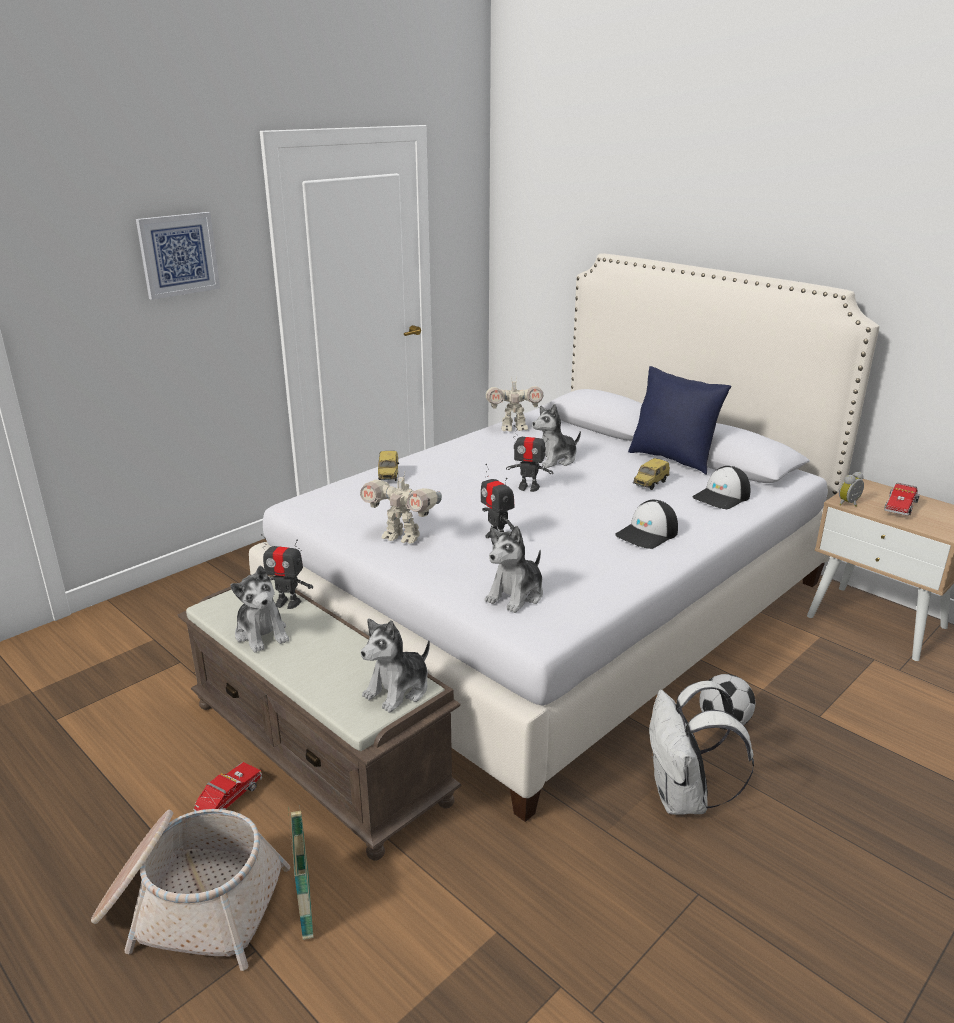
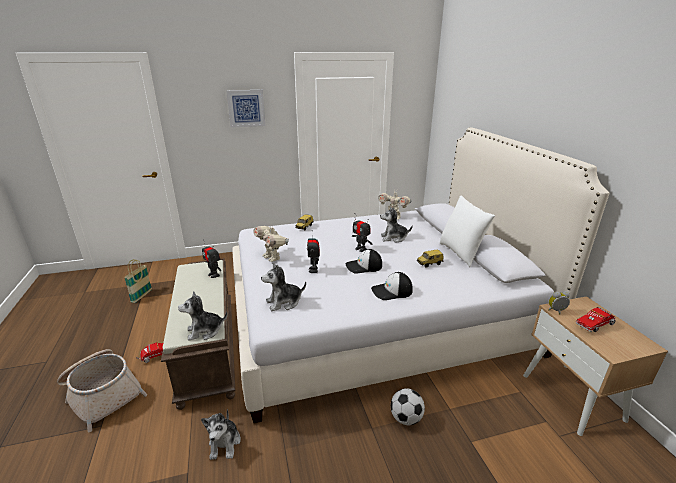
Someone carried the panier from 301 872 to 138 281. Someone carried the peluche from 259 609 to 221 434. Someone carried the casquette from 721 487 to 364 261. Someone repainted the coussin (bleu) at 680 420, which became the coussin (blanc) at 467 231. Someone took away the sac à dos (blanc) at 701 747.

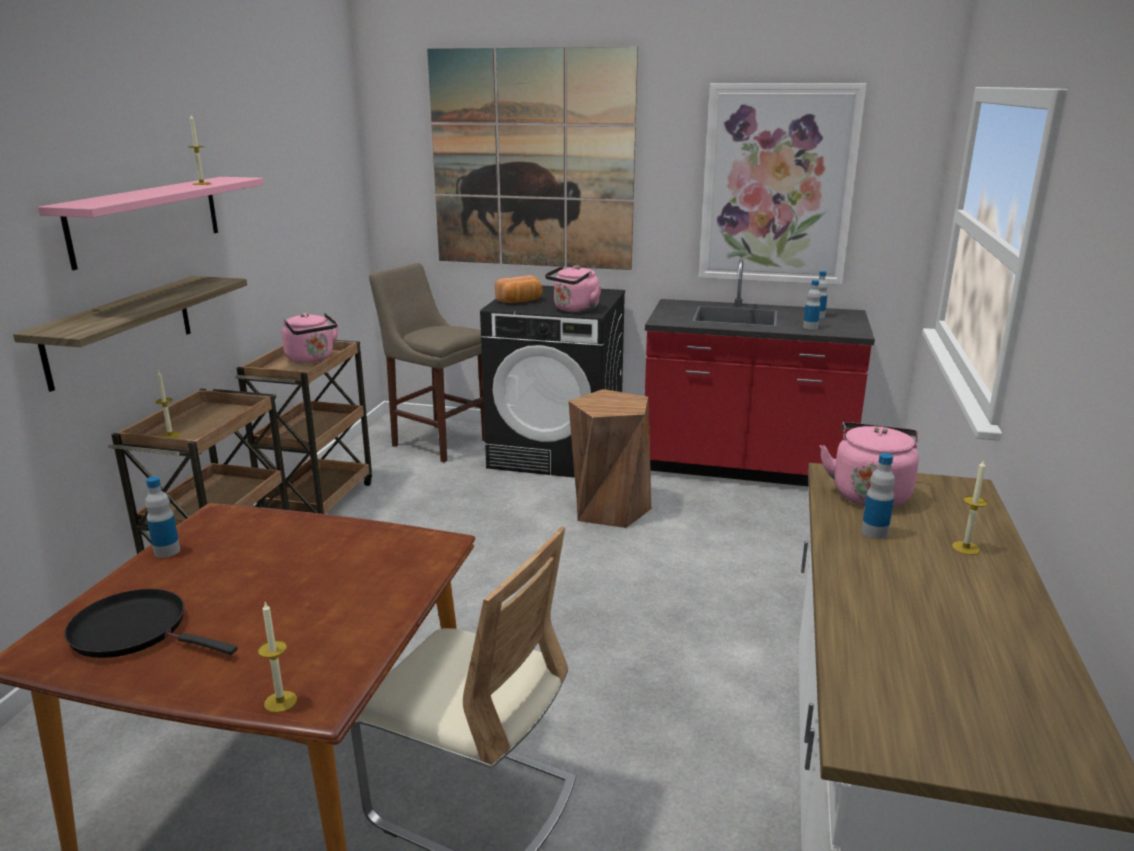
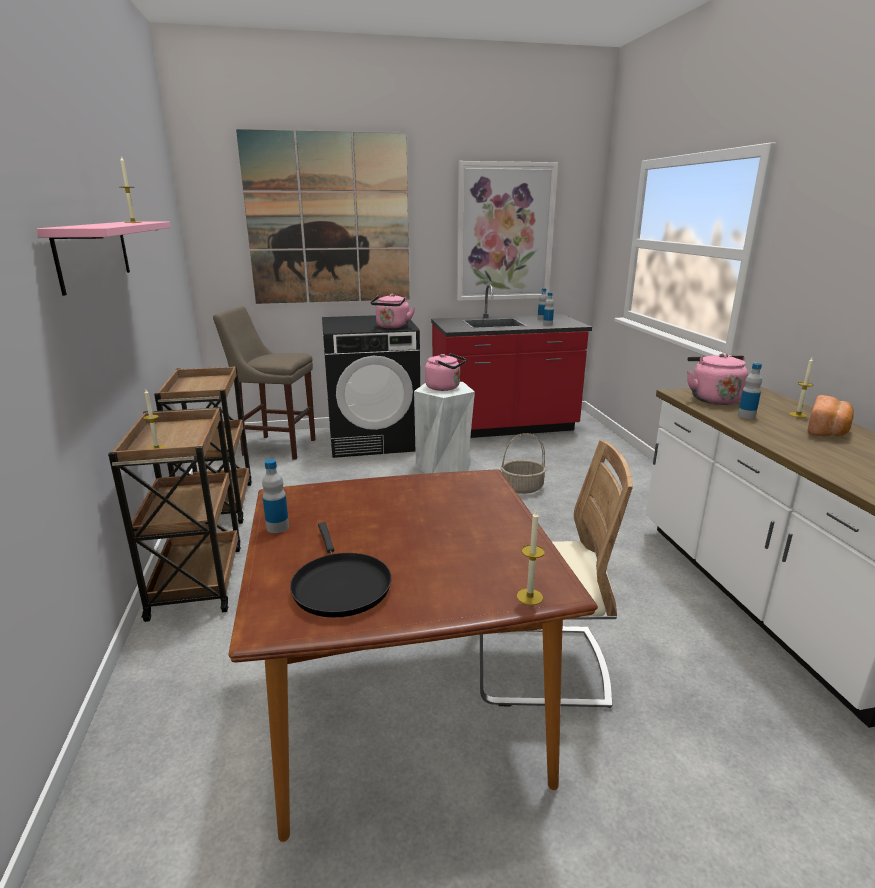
Someone rotated the poêle (noir) at 151 623 by 105 degrees counterclockwise. Someone repainted the tabouret (marron) at 610 458, which became the tabouret (blanc) at 444 428. Someone carried the bouilloire (rose) from 310 338 to 446 372. Someone put down the panier at 523 463. Someone carried the pain from 518 289 to 831 415. Someone took away the étagère at 130 334.

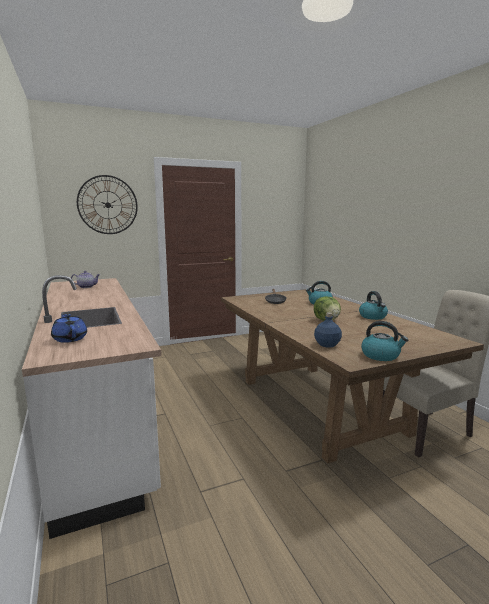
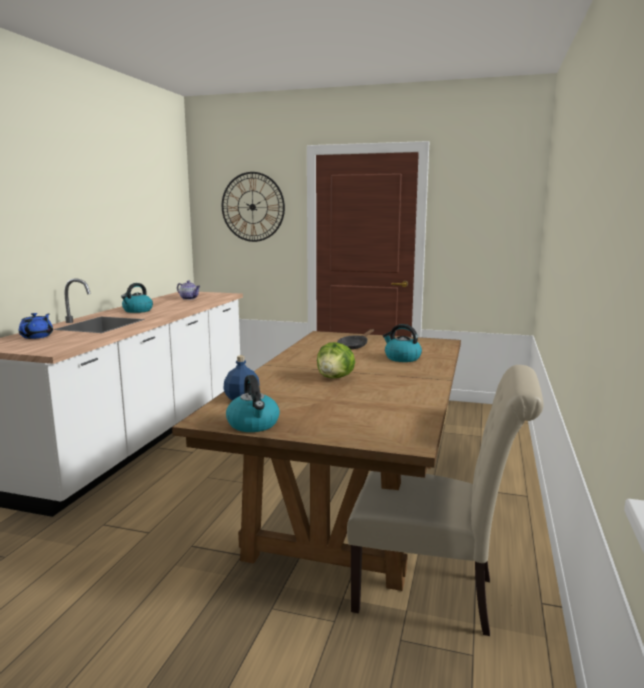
Someone carried the bouilloire from 373 305 to 137 298.

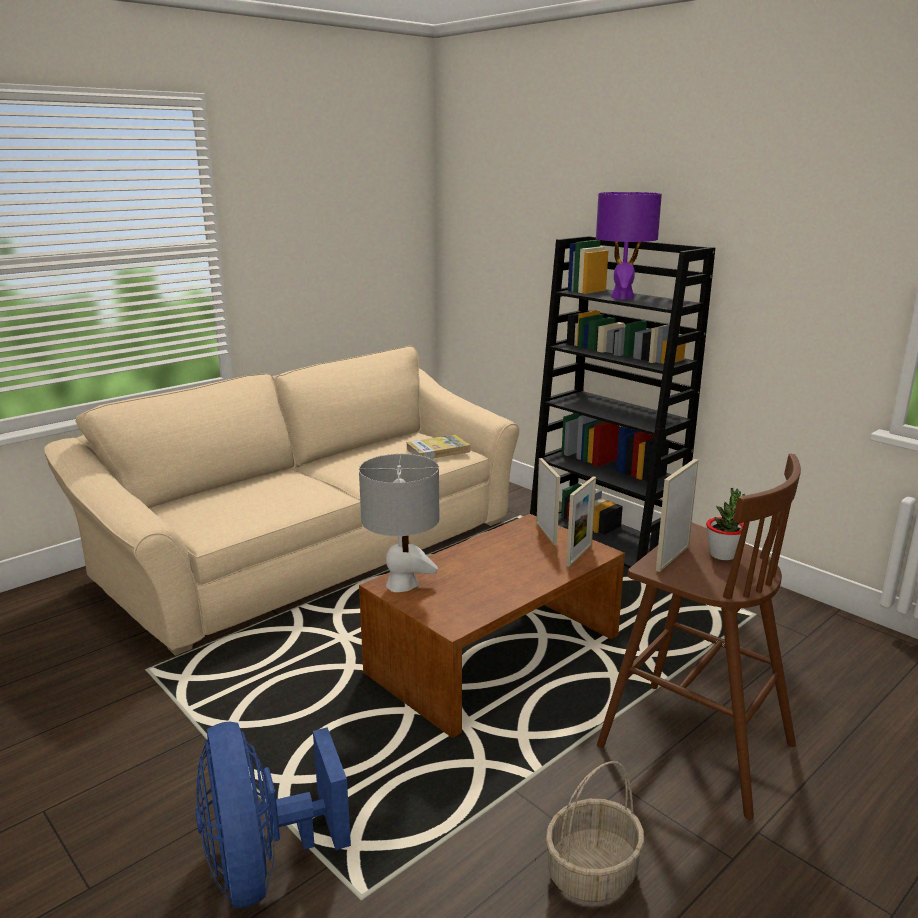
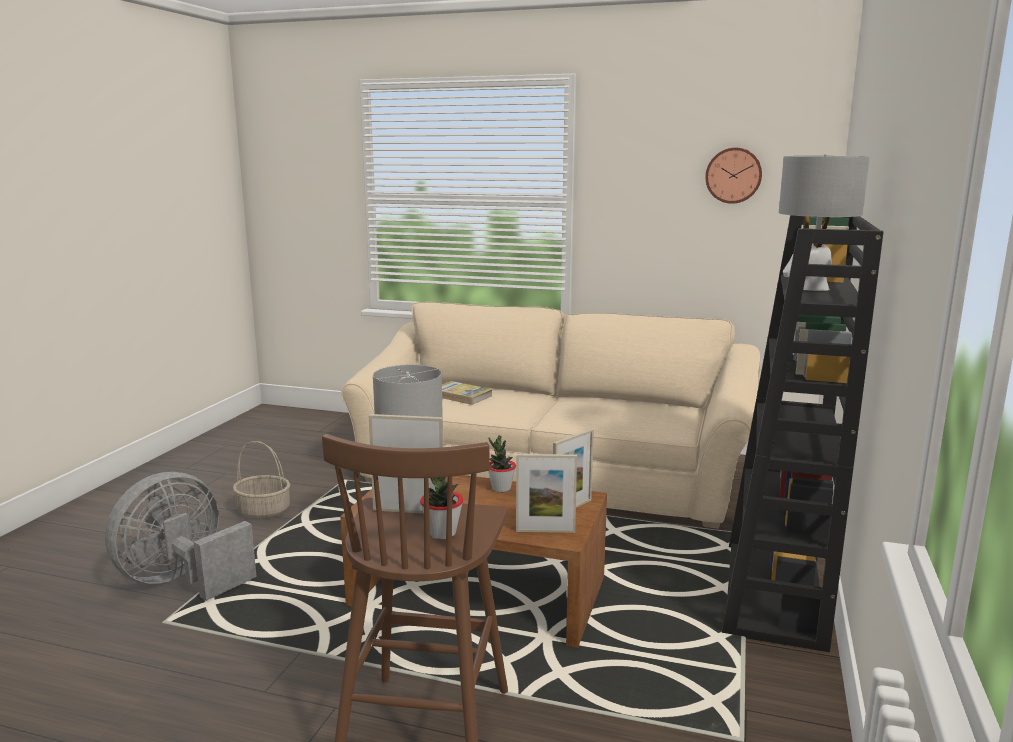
Someone repainted the ventilateur (bleu) at 273 815, which became the ventilateur (gris) at 181 536. Someone carried the panier from 595 831 to 261 480. Someone carried the livre from 438 447 to 467 393. Someone put down the plante en pot at 502 464. Someone put up the horloge murale at 733 176. Someone repainted the lampe de table (violet) at 629 246, which became the lampe de table (gris) at 824 223.

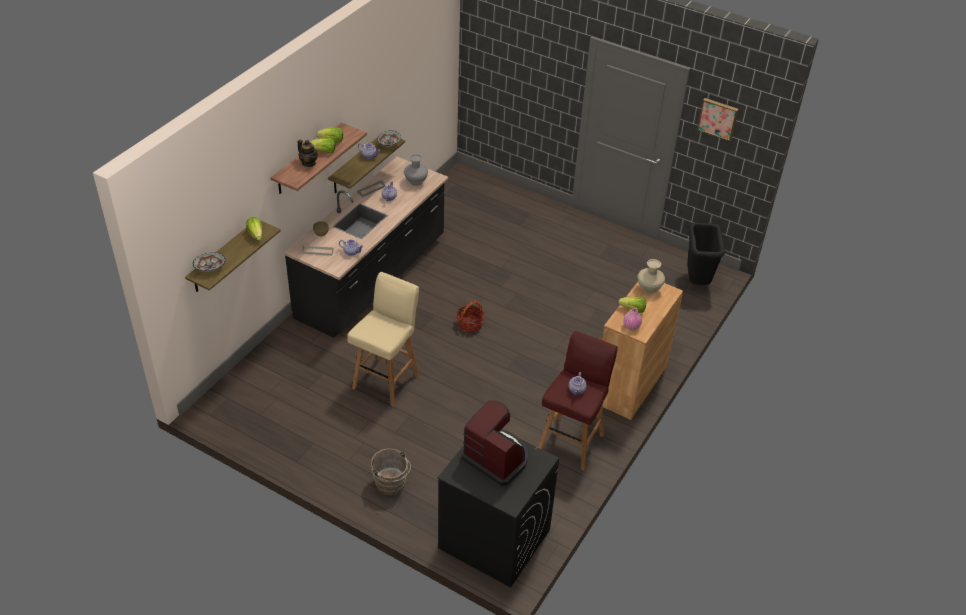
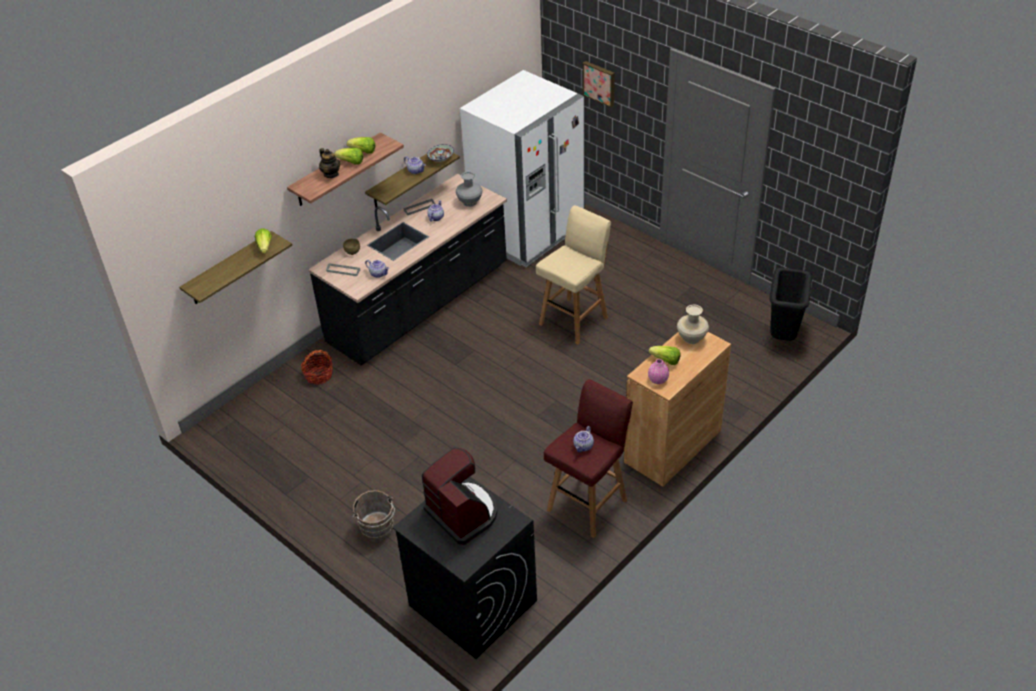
Someone carried the panier from 470 316 to 317 367. Someone put down the réfrigérateur (blanc) at 522 168. Someone carried the tabouret (beige) from 383 339 to 573 275. Someone carried the tableau from 718 119 to 599 84. Someone took away the bol at 209 262.

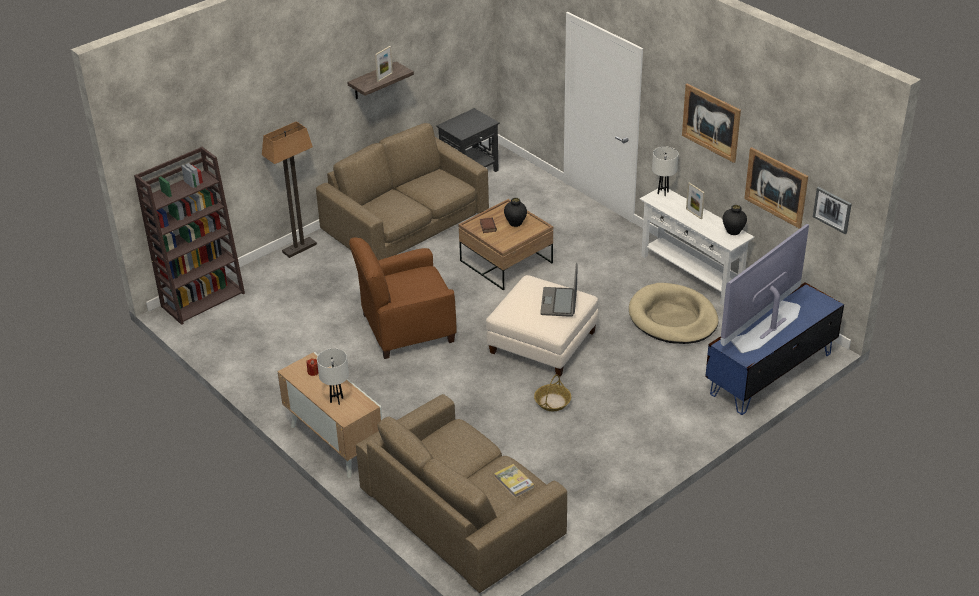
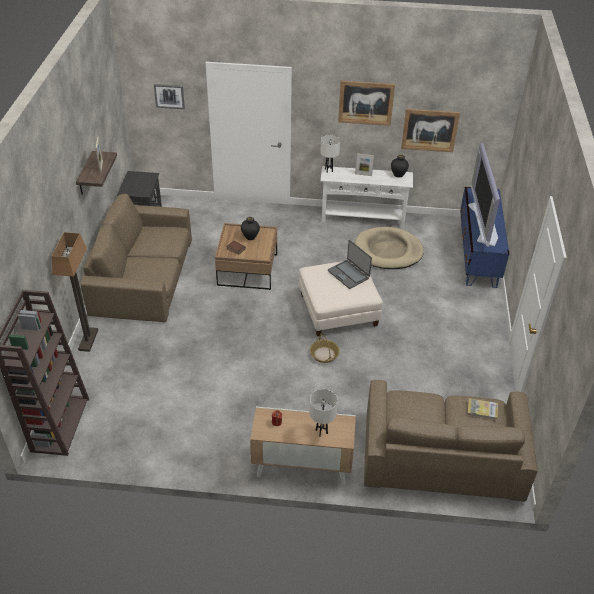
Someone carried the tableau from 832 210 to 169 96. Someone carried the panier from 552 392 to 325 348. Someone took away the fauteuil (marron) at 403 298.

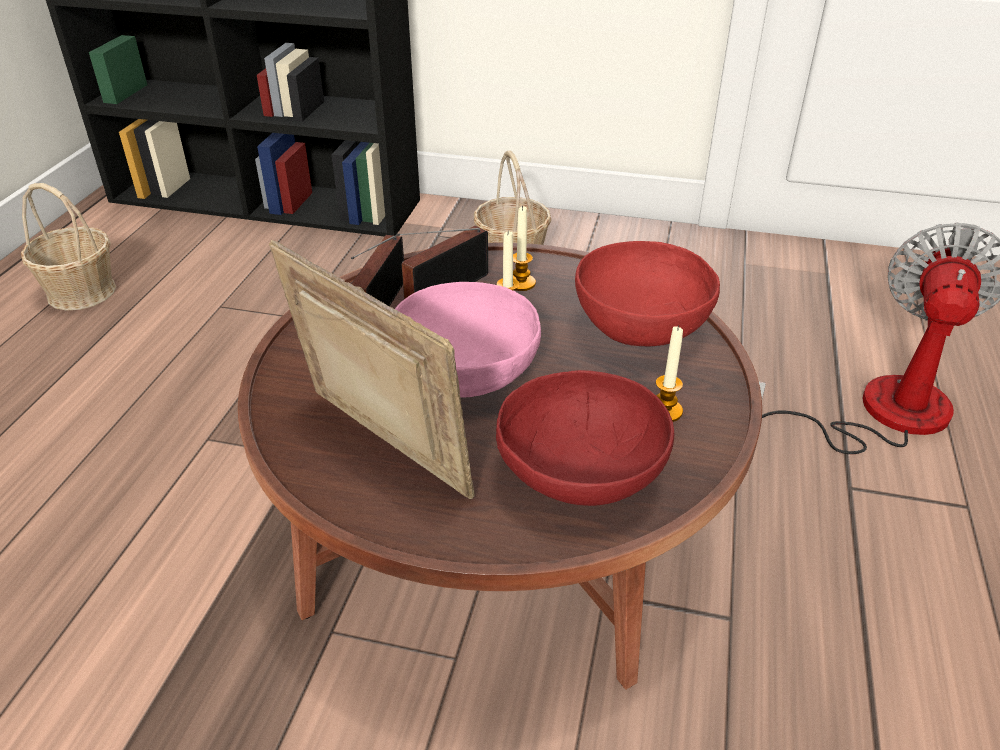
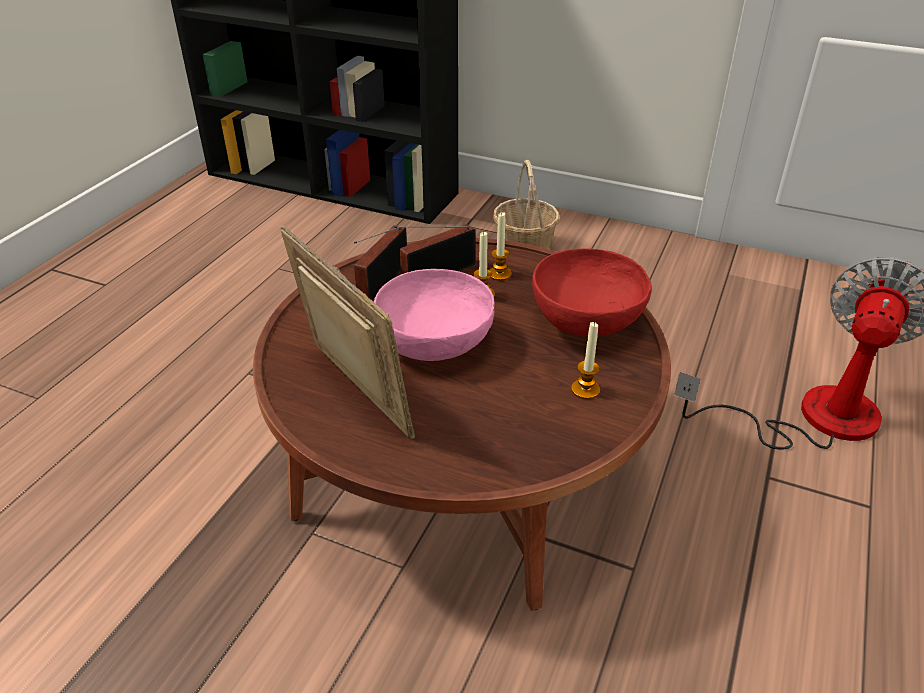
Someone took away the panier at 68 247. Someone took away the bol (rouge) at 585 438.

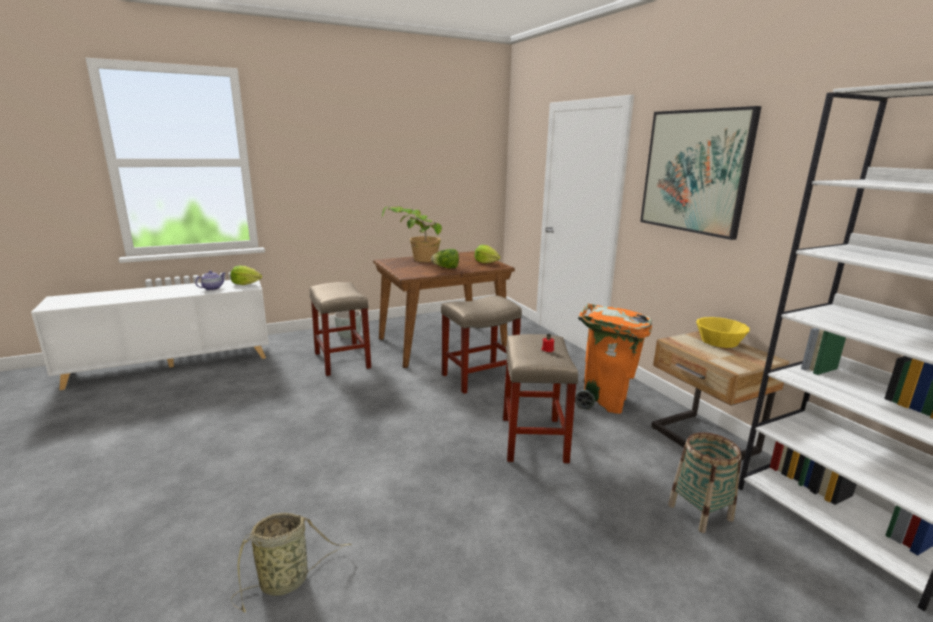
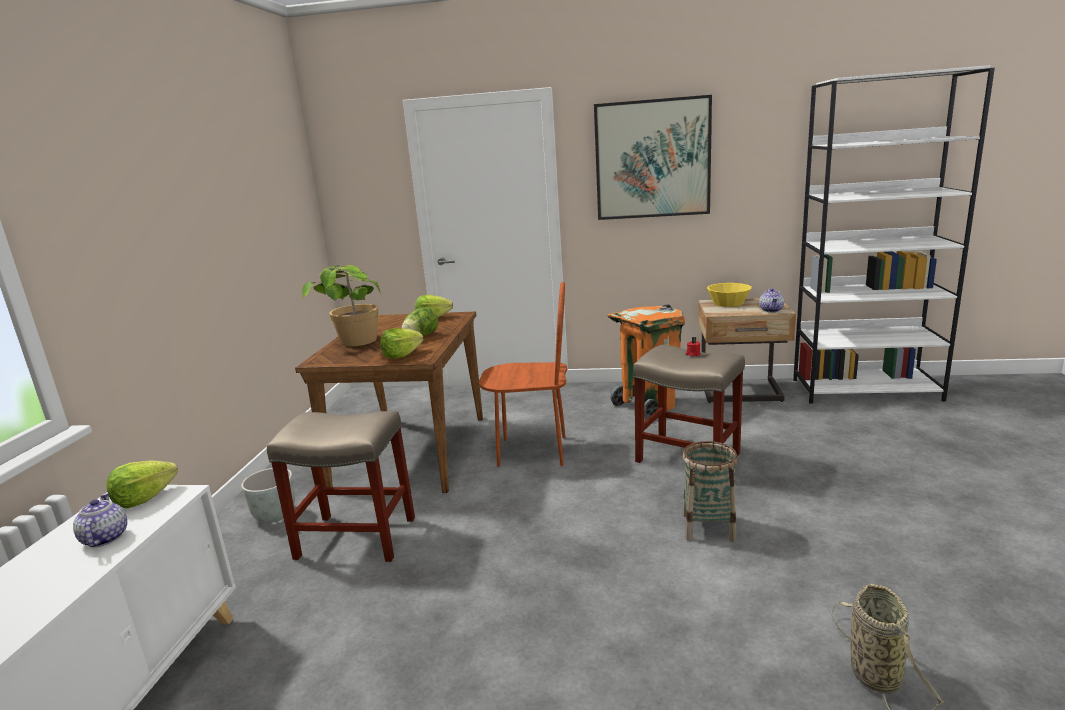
Someone put down the laitue at 402 343. Someone swapped the tabouret (beige) at 481 344 for the chaise (marron) at 523 374. Someone carried the panier from 705 482 to 710 491. Someone put down the théière at 771 300.

